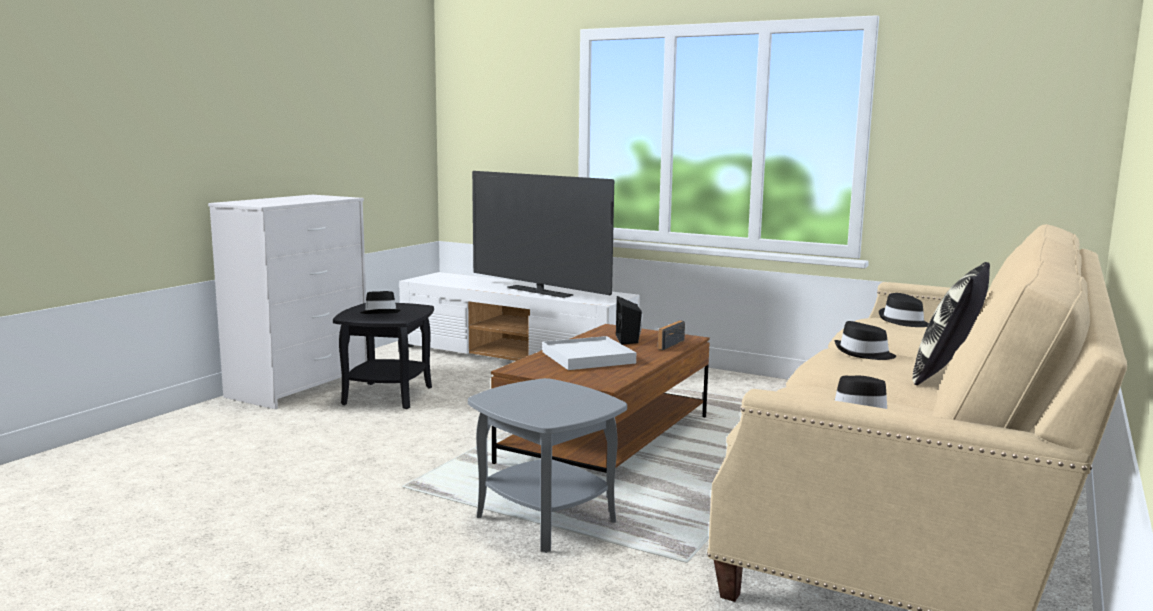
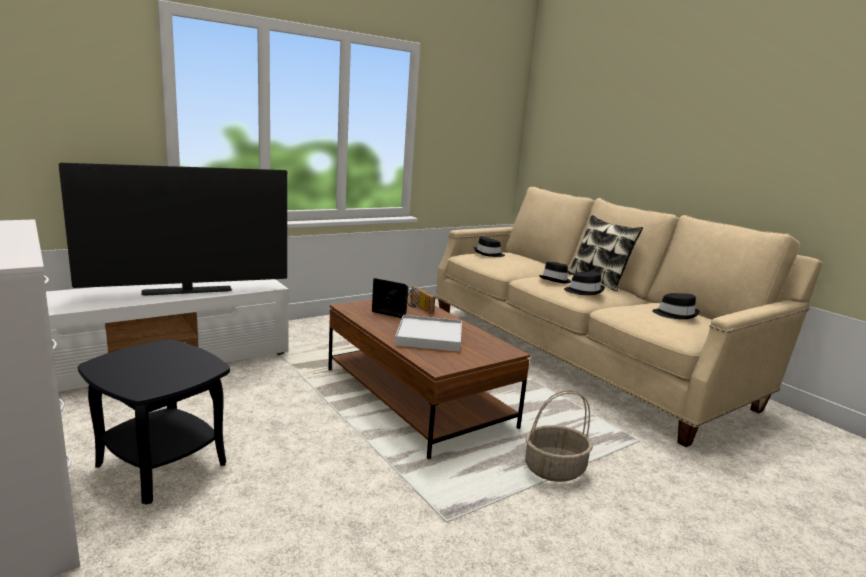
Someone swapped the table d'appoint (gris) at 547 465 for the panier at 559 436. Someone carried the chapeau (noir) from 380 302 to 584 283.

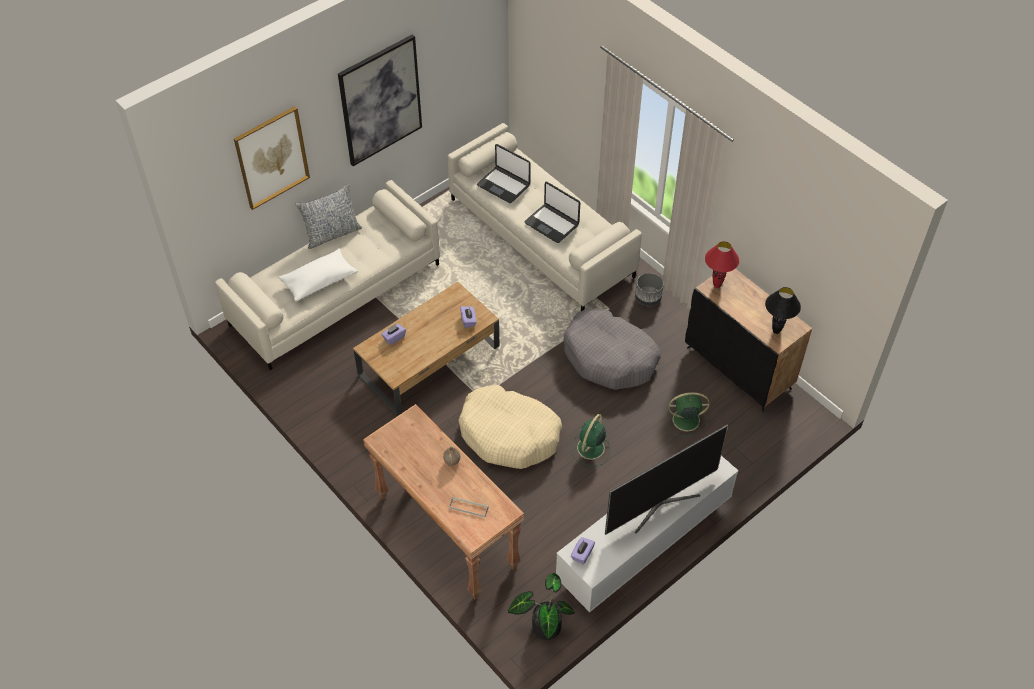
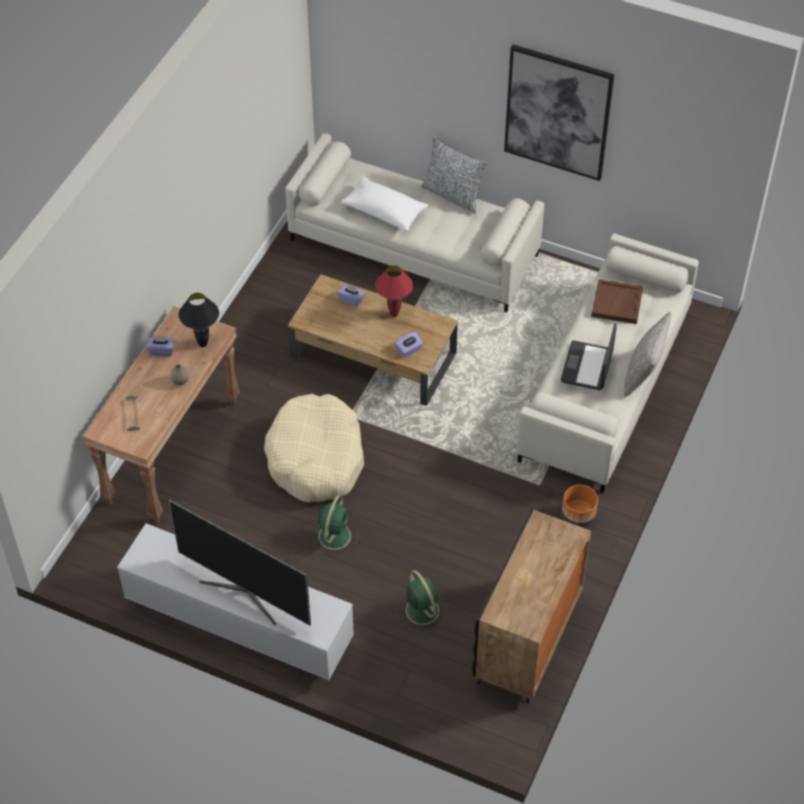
Someone carried the boîte à mouchoirs (violet) from 583 550 to 160 345. Someone carried the lampe de table (noir) from 783 310 to 199 320. Someone rotated the ventilateur (vert) at 590 440 by 105 degrees clockwise. Someone carried the lampe de table (rouge) from 722 264 to 394 291. Someone repainted the cache-pot (gris) at 649 289, which became the cache-pot (orange) at 580 506. Someone swapped the ordinateur portable at 504 173 for the plateau (marron) at 617 301. Someone put down the coussin (gris) at 647 355. Someone took away the tableau at 272 158. Someone took away the plante en pot at 541 606. Someone took away the panier pour chien (gris) at 612 349.

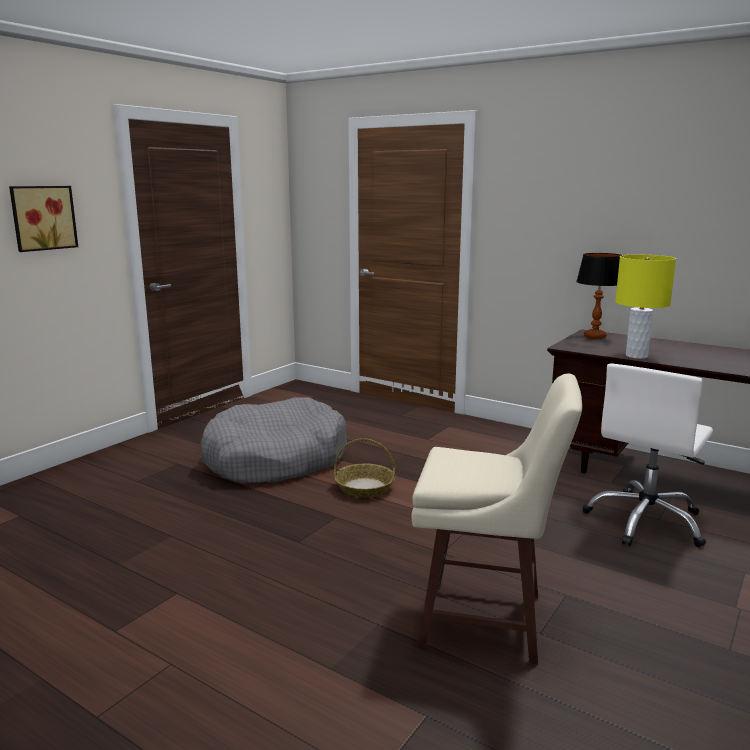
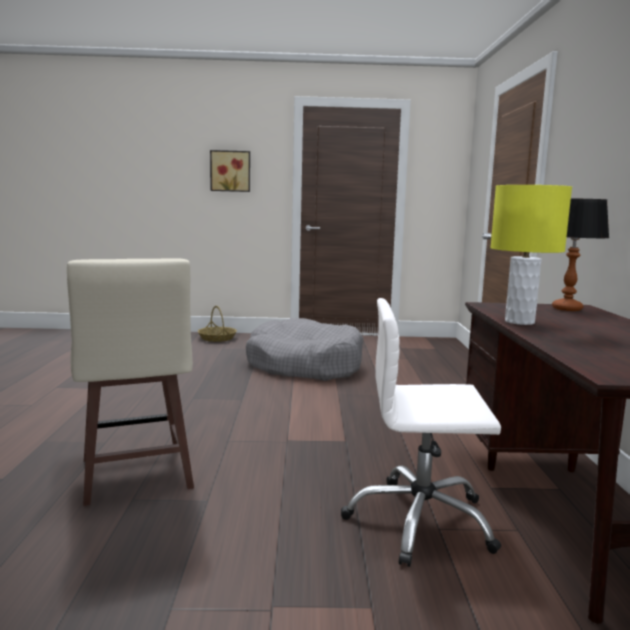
Someone carried the panier from 364 467 to 217 324.

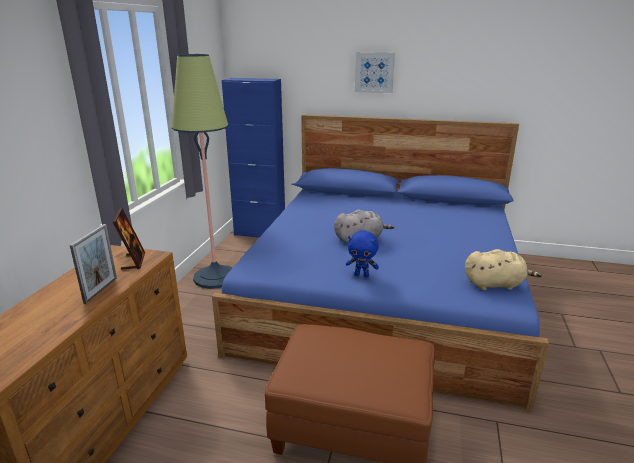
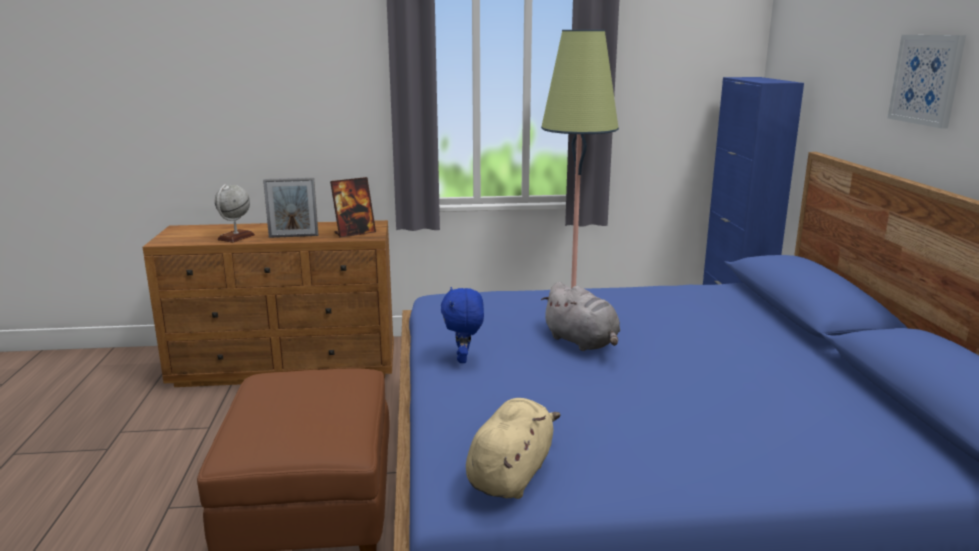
Someone put down the globe at 235 213. Someone rotated the peluche (beige) at 503 269 by 135 degrees counterclockwise.

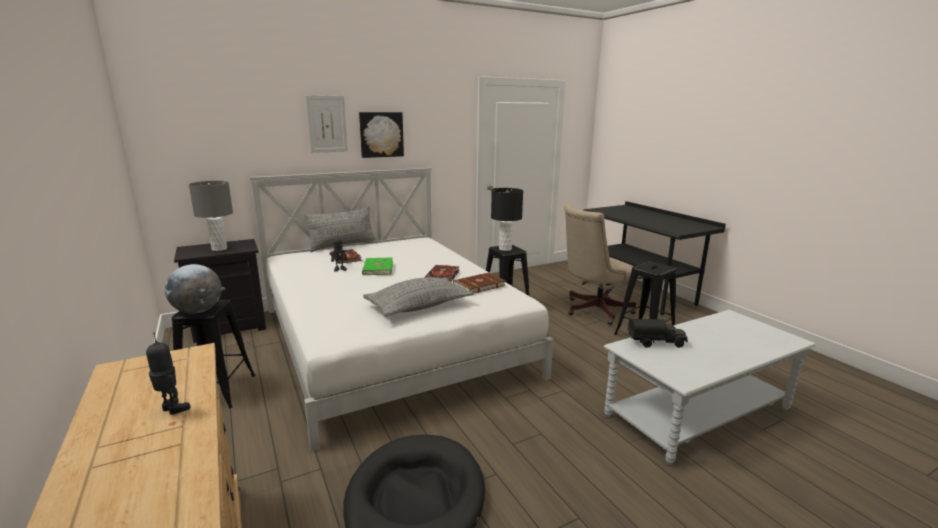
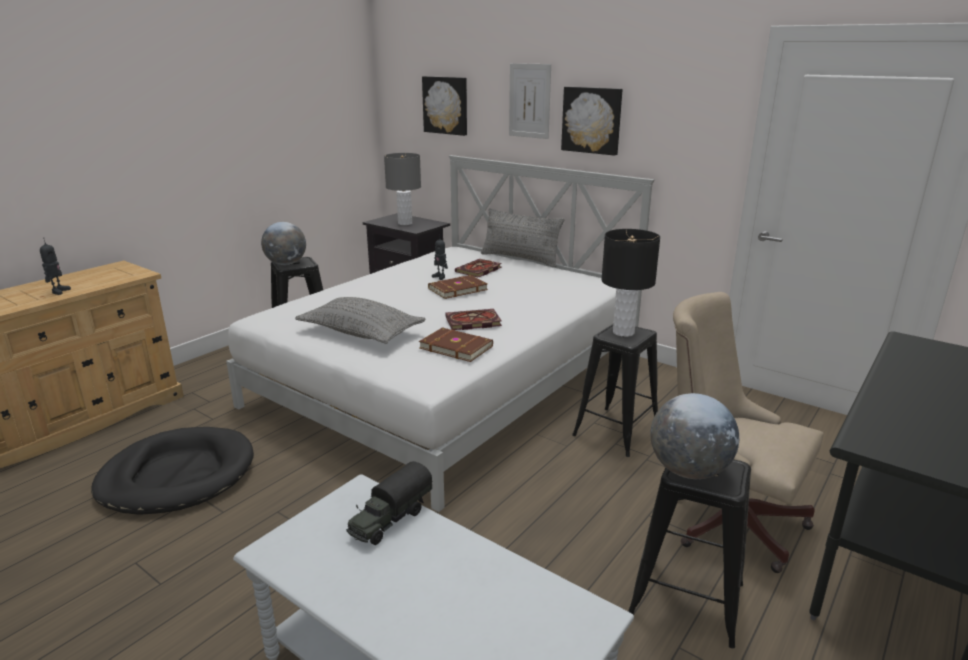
Someone rotated the camion jouet at 658 333 by 60 degrees clockwise. Someone put up the tableau at 444 106. Someone repainted the livre (vert) at 377 266, which became the livre (marron) at 458 287. Someone put down the globe at 694 436.

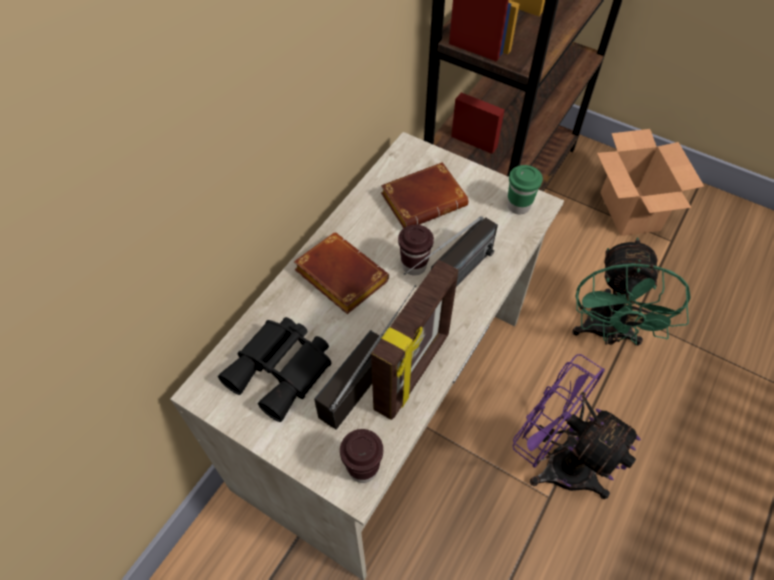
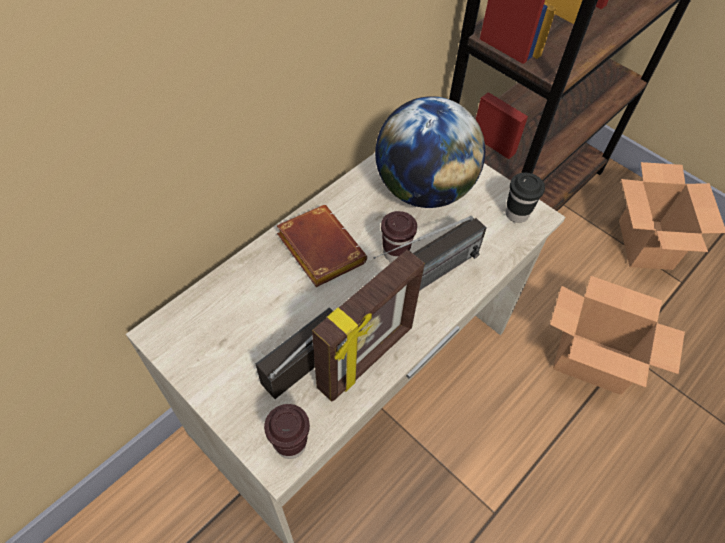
Someone swapped the livre (marron) at 424 195 for the globe at 430 152. Someone repainted the tasse (vert) at 525 189, which became the tasse (noir) at 525 198. Someone swapped the ventilateur (vert) at 631 291 for the carton at 617 335. Someone took away the jumelles (noir) at 274 369. Someone took away the ventilateur (violet) at 576 426.

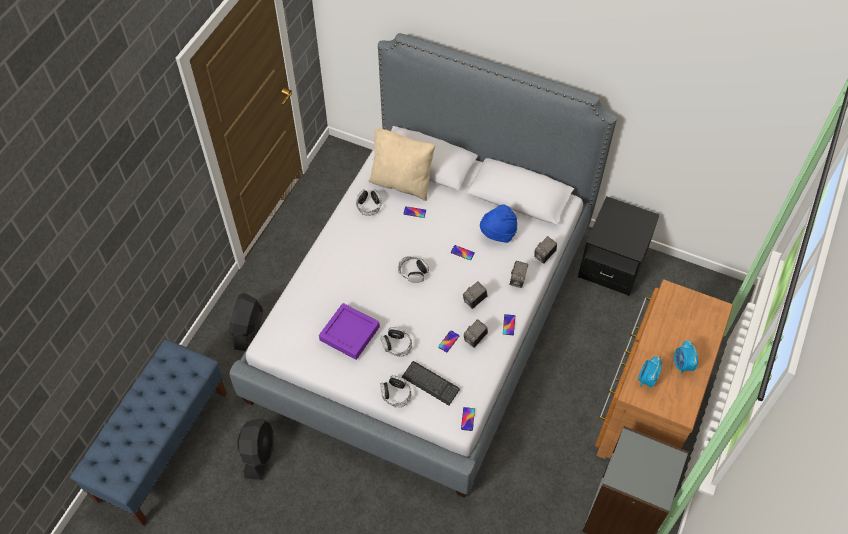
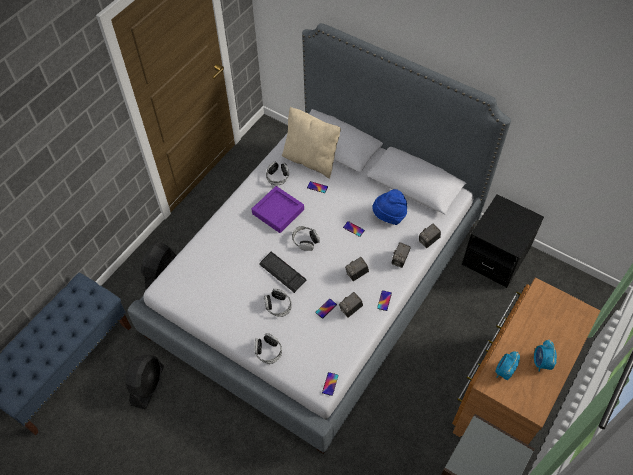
Someone carried the plateau (violet) from 349 331 to 278 209. Someone carried the clavier from 431 383 to 282 272.

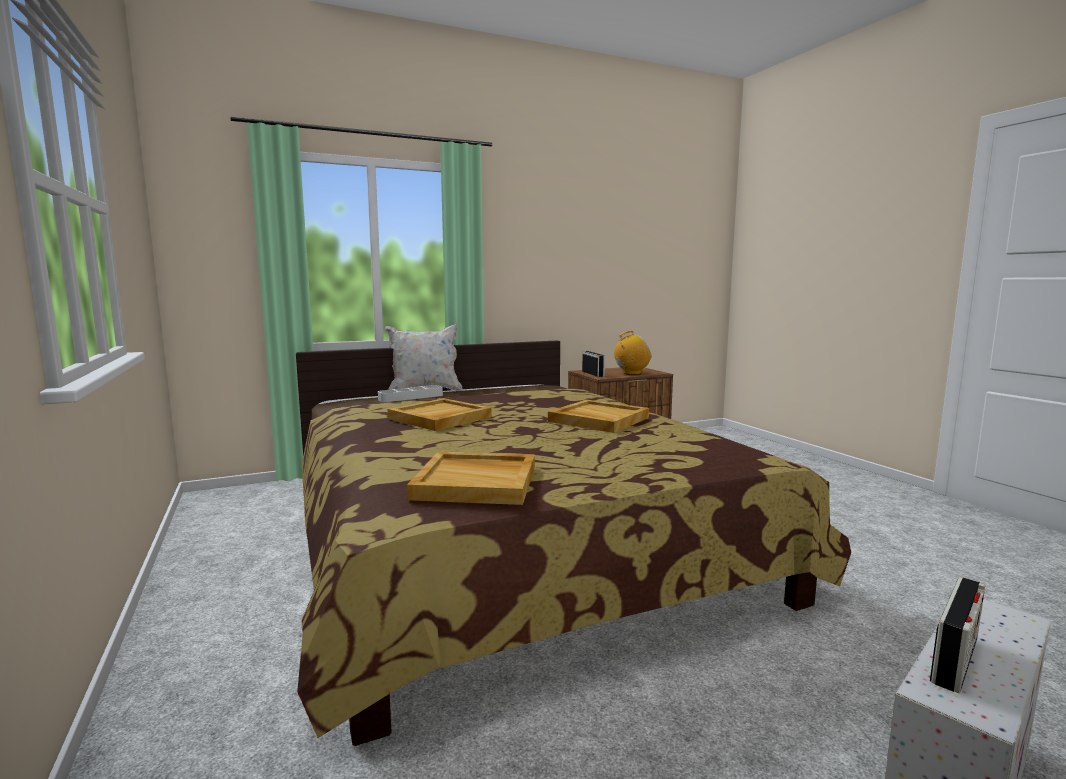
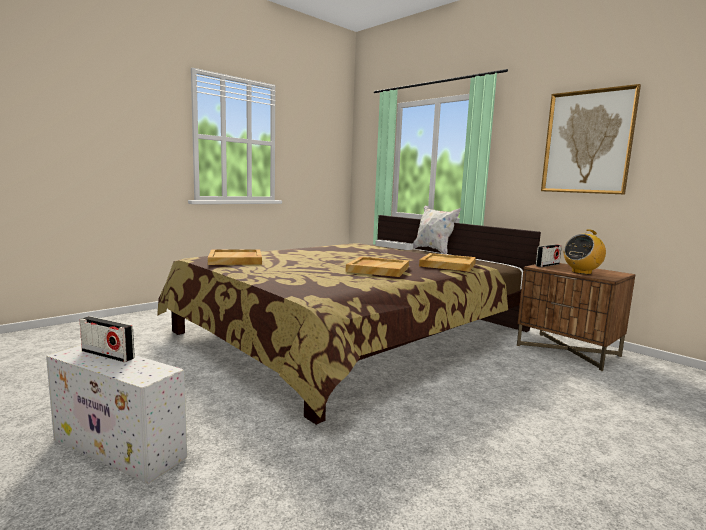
Someone carried the plateau (beige) from 440 414 to 447 262. Someone put up the tableau at 591 139. Someone rotated the radio at 633 353 by 90 degrees clockwise.

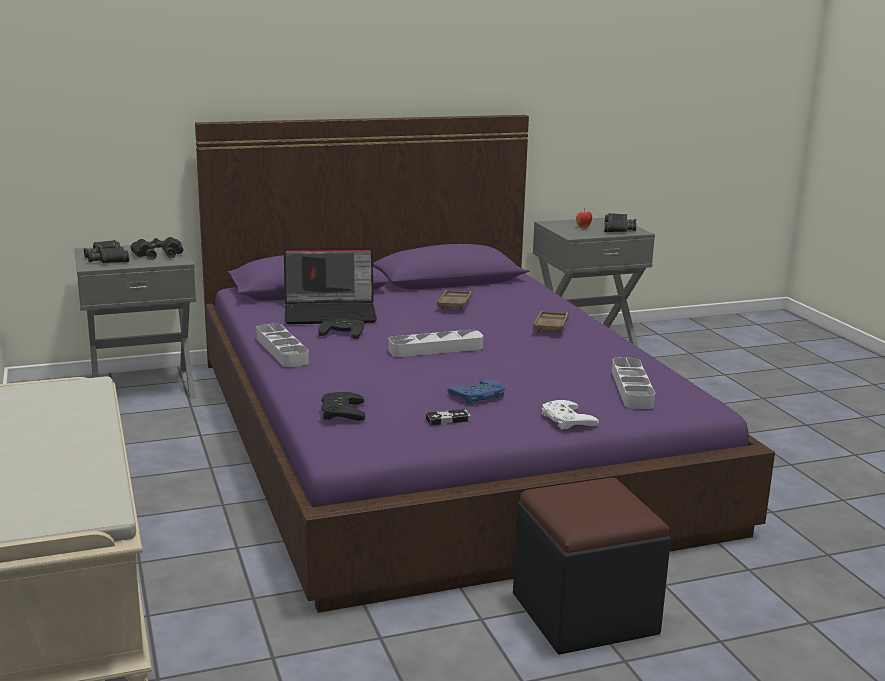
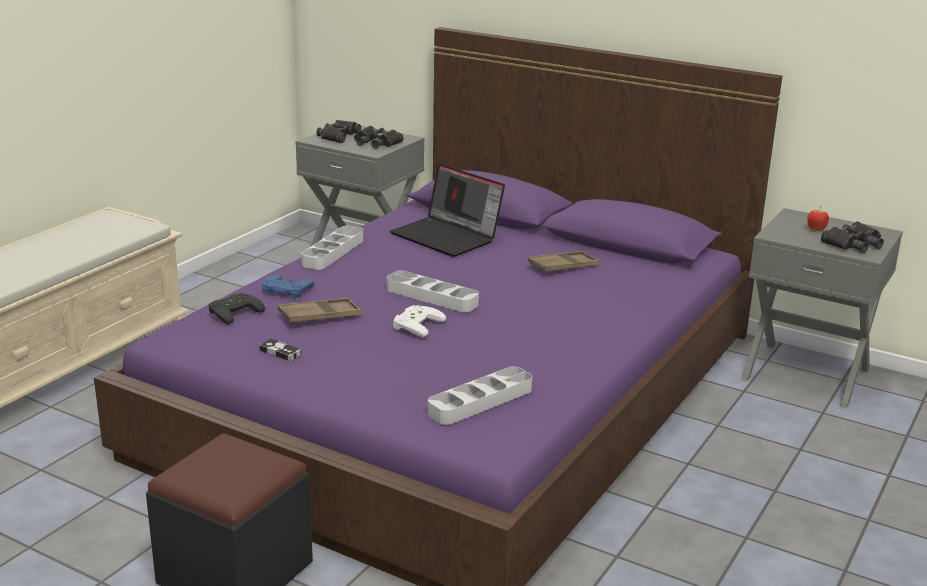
Someone carried the manette (bleu) from 476 392 to 288 286. Someone carried the plateau (marron) from 551 322 to 320 311. Someone carried the manette (blanc) from 570 415 to 419 321. Someone took away the manette (noir) at 341 328.

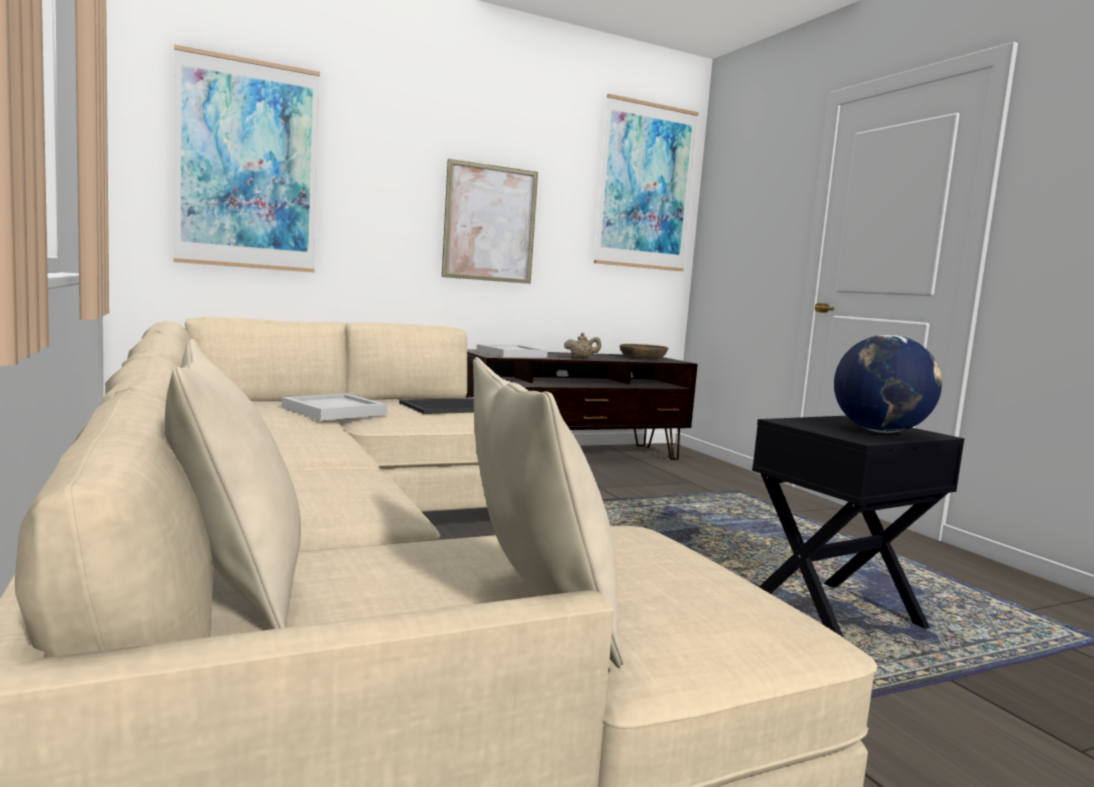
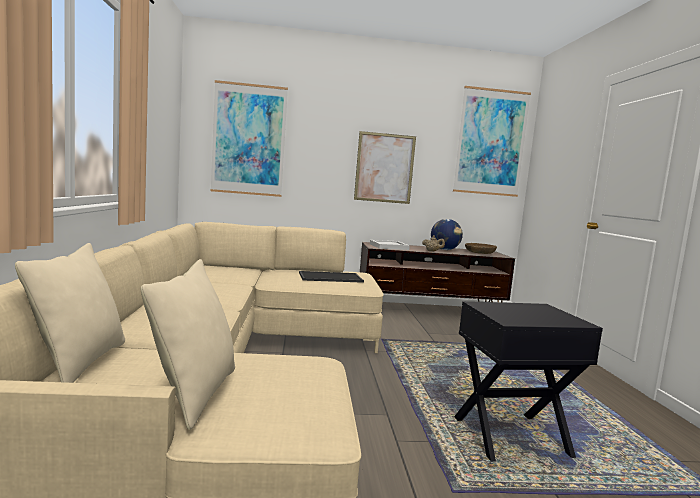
Someone carried the globe from 888 384 to 447 234. Someone took away the plateau (blanc) at 334 407.

